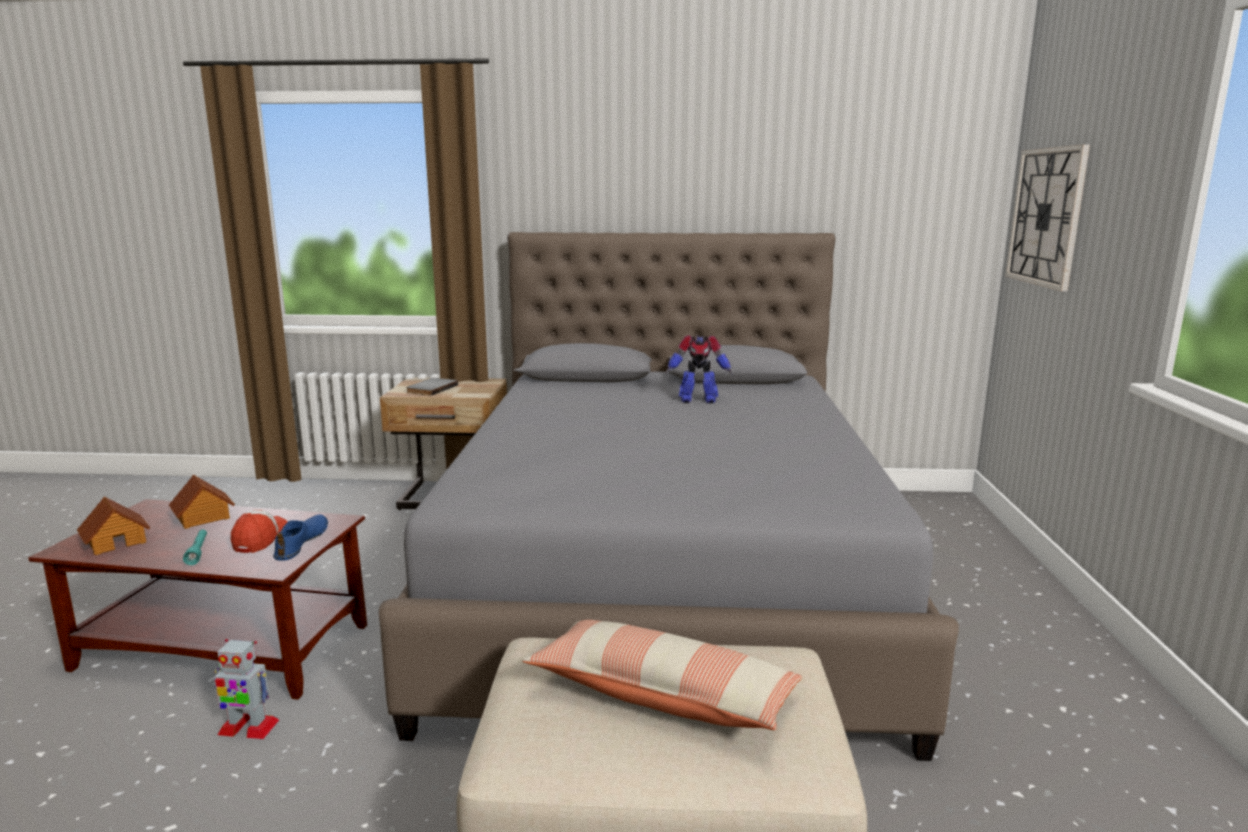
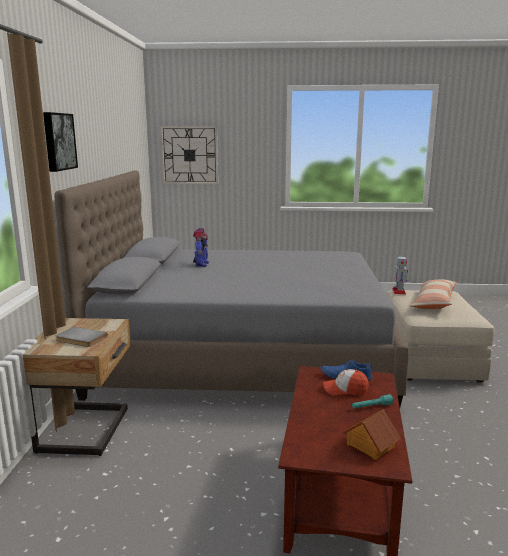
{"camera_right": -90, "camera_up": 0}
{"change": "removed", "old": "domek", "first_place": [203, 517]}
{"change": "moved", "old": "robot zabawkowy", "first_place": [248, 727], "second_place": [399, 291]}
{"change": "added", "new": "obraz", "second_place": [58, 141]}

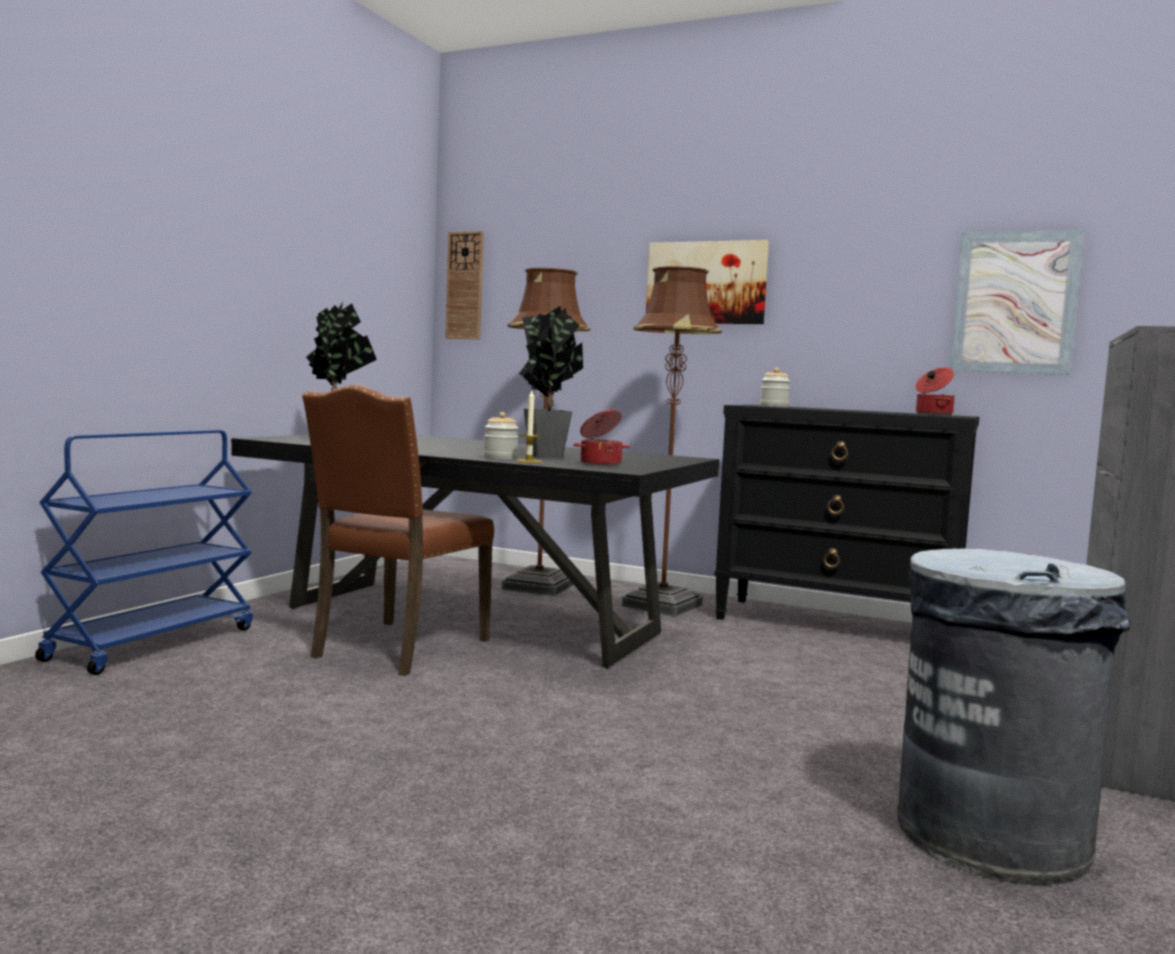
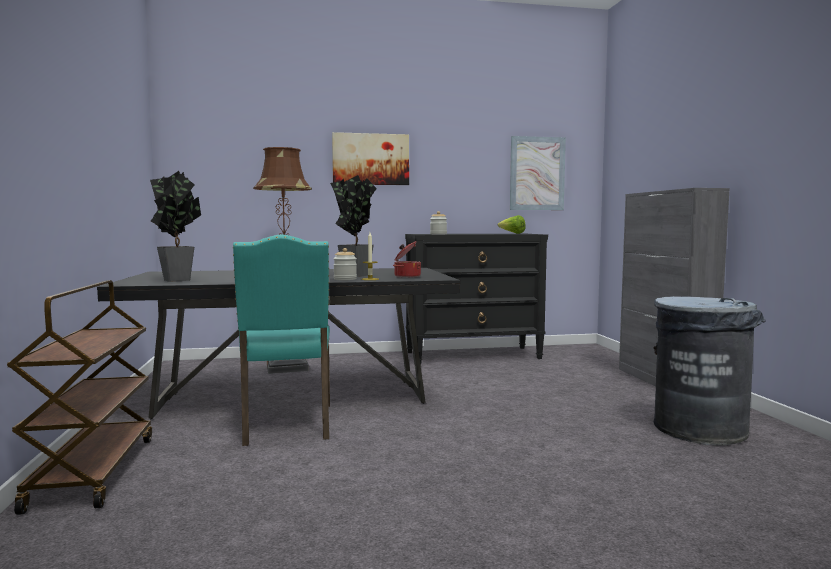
{"camera_right": -35, "camera_up": 0}
{"change": "recoloured", "old": "wózek [niebieski]", "new": "wózek [brązowy]", "first_place": [153, 643], "second_place": [93, 471]}
{"change": "recoloured", "old": "krzesło [brązowy]", "new": "krzesło [turkusowy]", "first_place": [397, 648], "second_place": [286, 424]}
{"change": "removed", "old": "zegar ścienny", "first_place": [465, 285]}
{"change": "removed", "old": "lampa stojąca [brązowy]", "first_place": [662, 605]}
{"change": "replaced", "old": "garnek", "new": "sałata", "first_place": [932, 414], "second_place": [512, 233]}

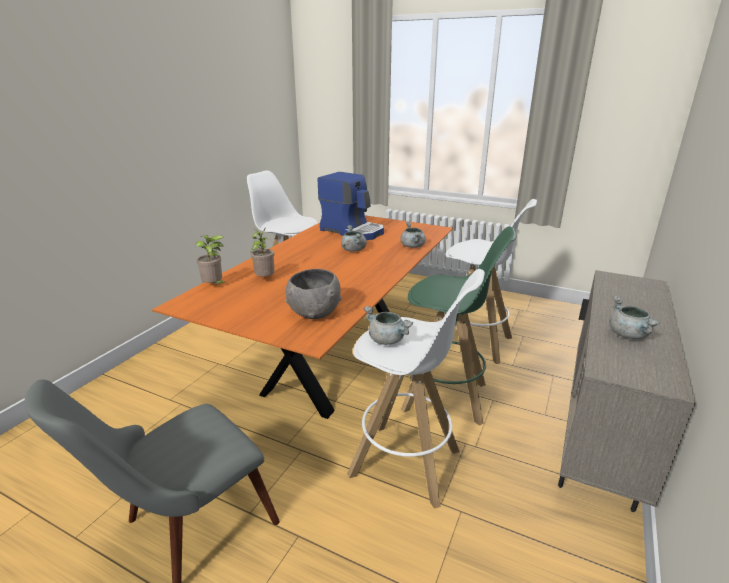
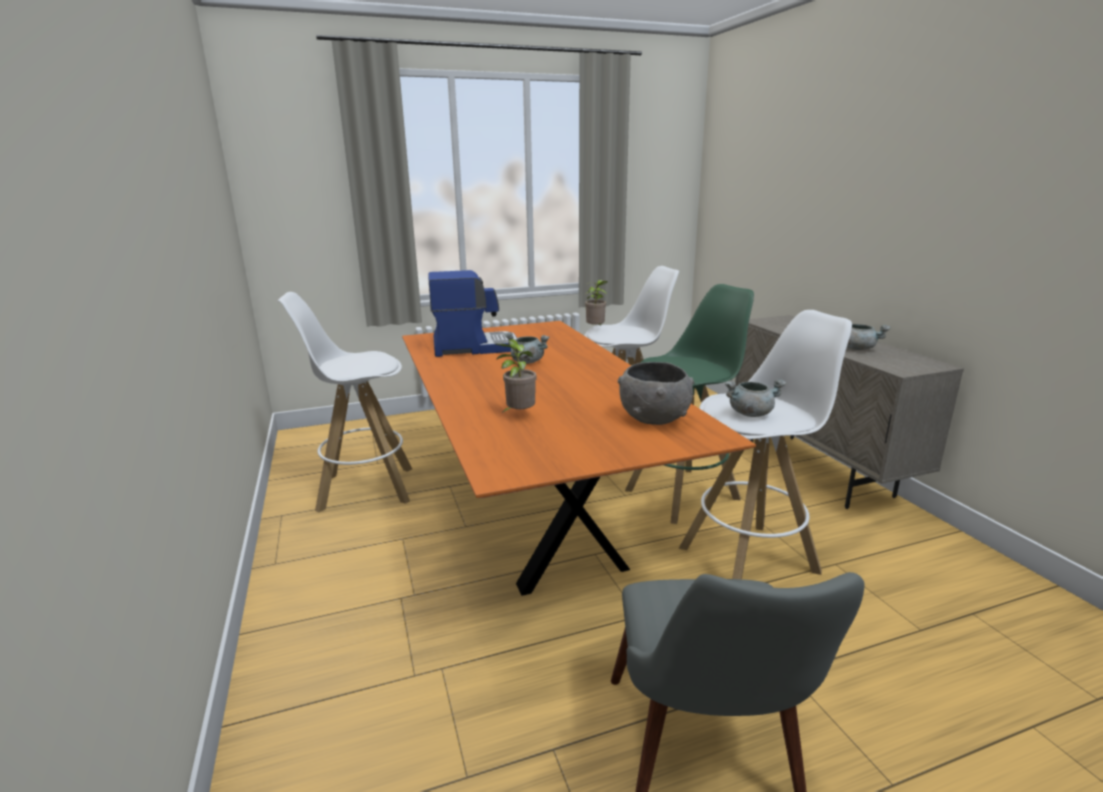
{"camera_right": -45, "camera_up": -5}
{"change": "moved", "old": "roślina doniczkowa", "first_place": [214, 286], "second_place": [596, 329]}
{"change": "removed", "old": "garnek [szary]", "first_place": [413, 246]}

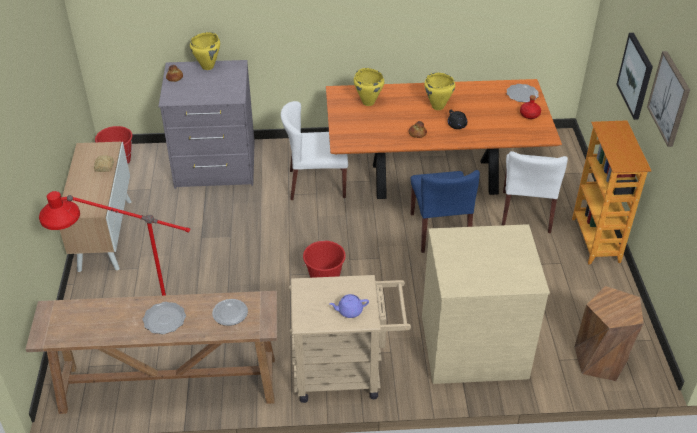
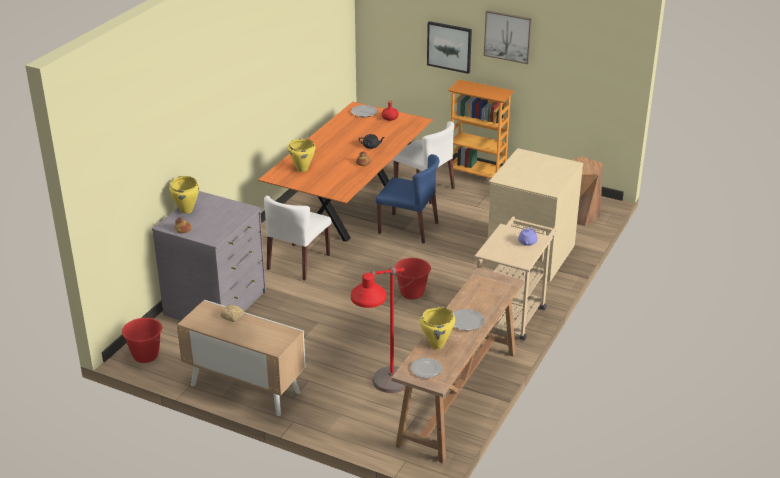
{"camera_right": -60, "camera_up": -10}
{"change": "moved", "old": "talerz", "first_place": [229, 313], "second_place": [426, 369]}
{"change": "moved", "old": "garnek [żółty]", "first_place": [438, 107], "second_place": [437, 345]}

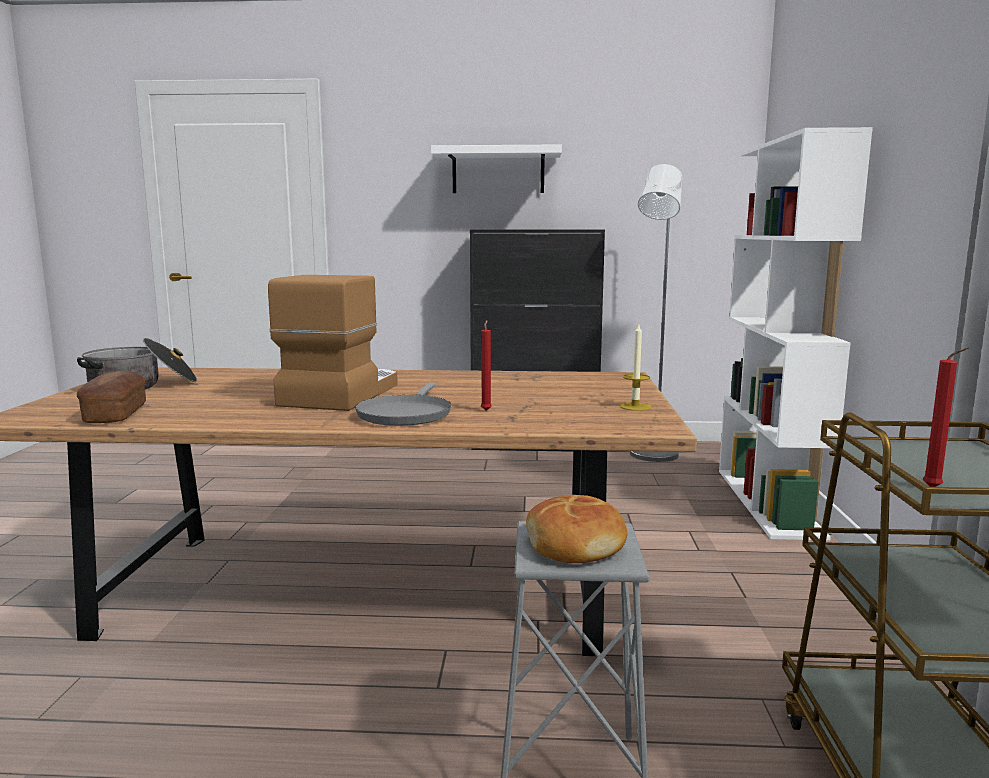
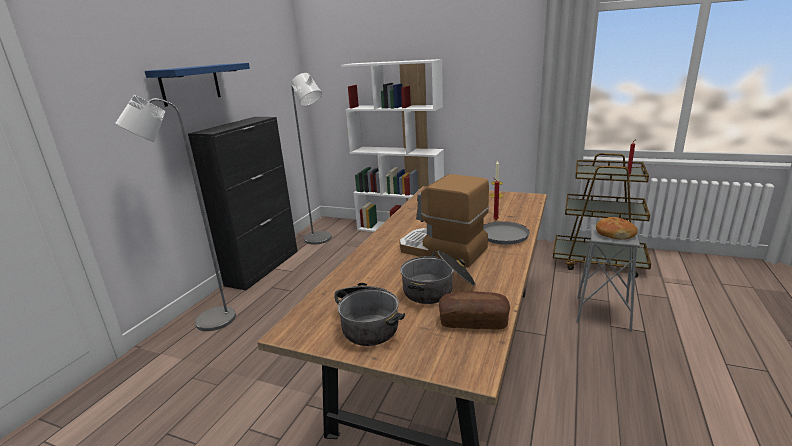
{"camera_right": -70, "camera_up": 10}
{"change": "recoloured", "old": "półka [biały]", "new": "półka [niebieski]", "first_place": [498, 171], "second_place": [190, 84]}
{"change": "added", "new": "lampa stojąca [szary]", "second_place": [207, 322]}
{"change": "added", "new": "garnek", "second_place": [438, 289]}

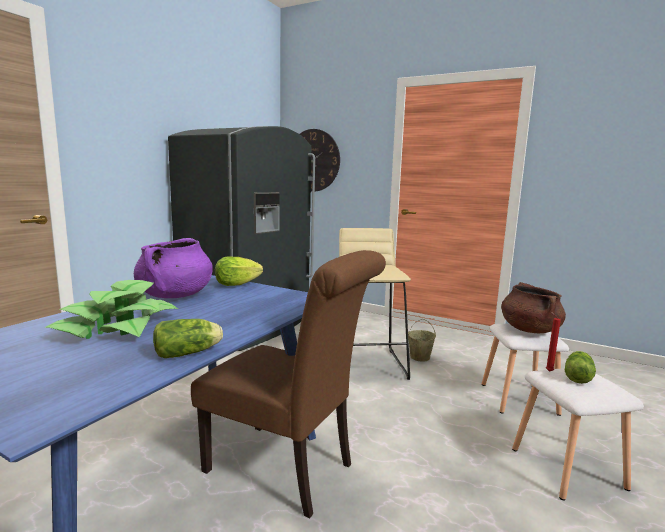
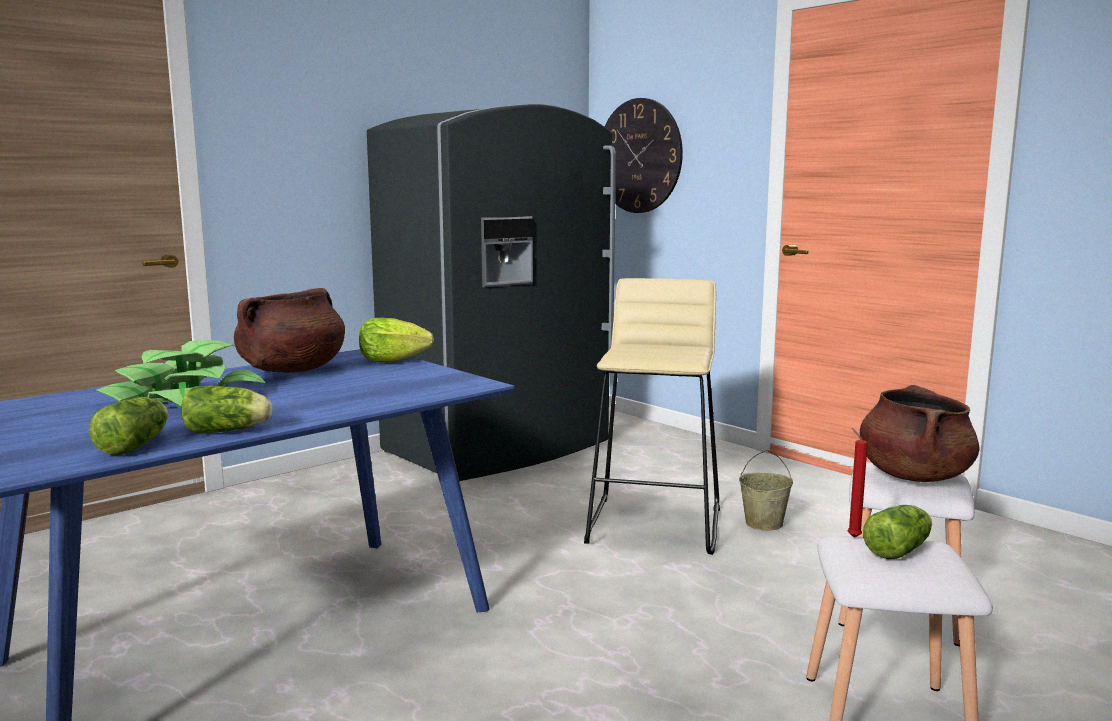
{"camera_right": 20, "camera_up": 0}
{"change": "recoloured", "old": "garnek [fioletowy]", "new": "garnek [brązowy]", "first_place": [175, 295], "second_place": [292, 370]}
{"change": "removed", "old": "krzesło [brązowy]", "first_place": [287, 470]}
{"change": "added", "new": "sałata", "second_place": [137, 445]}

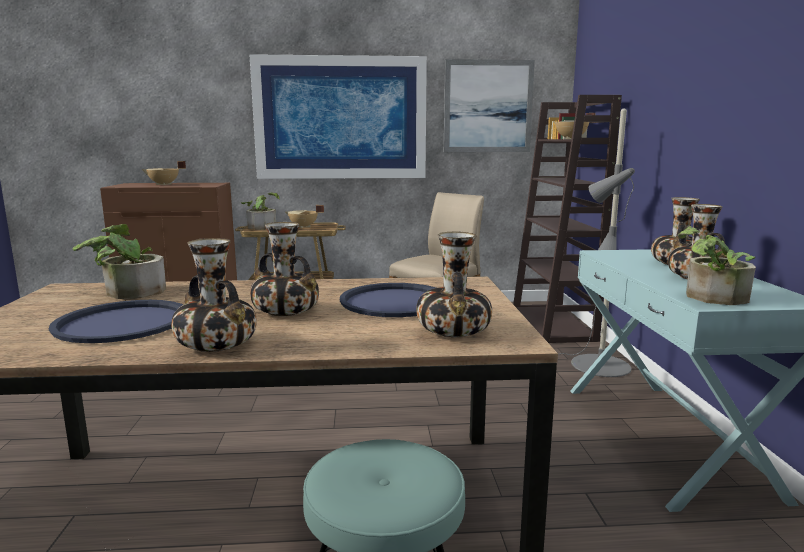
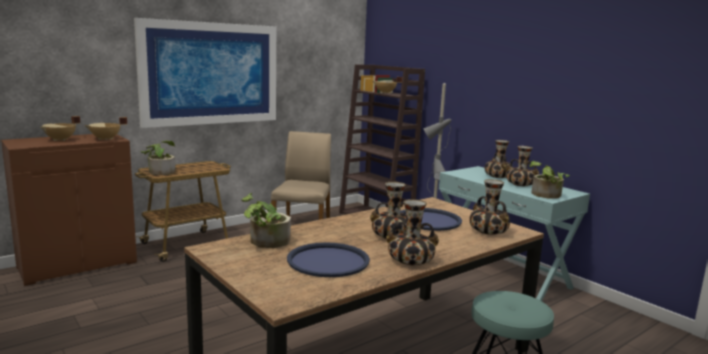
{"camera_right": -35, "camera_up": 0}
{"change": "moved", "old": "garnek [beżowy]", "first_place": [303, 227], "second_place": [106, 139]}
{"change": "removed", "old": "obraz", "first_place": [488, 106]}

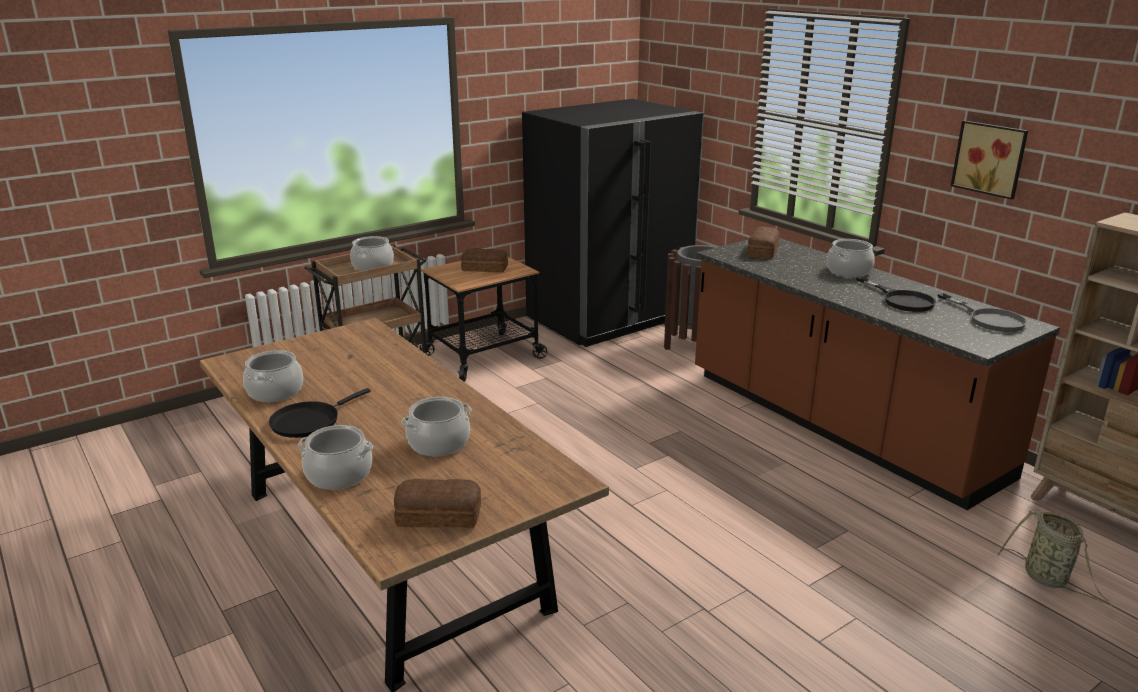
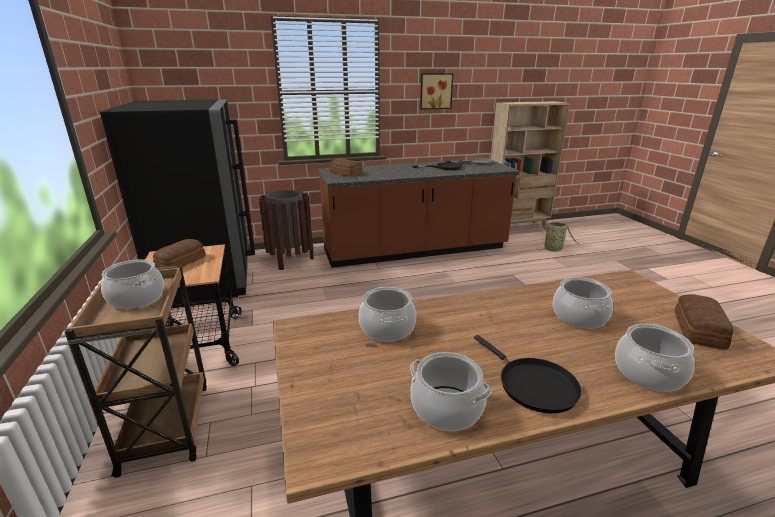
{"camera_right": -70, "camera_up": 0}
{"change": "moved", "old": "garnek", "first_place": [849, 271], "second_place": [387, 328]}

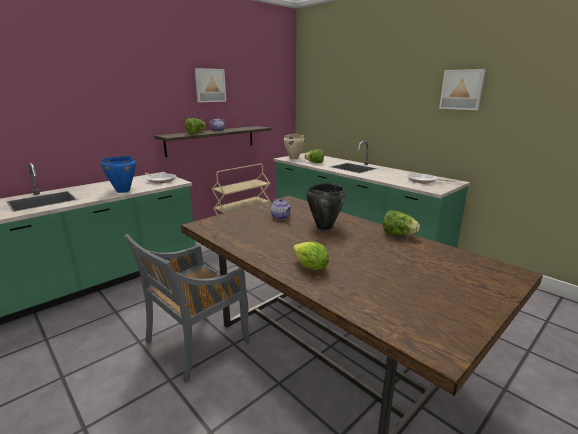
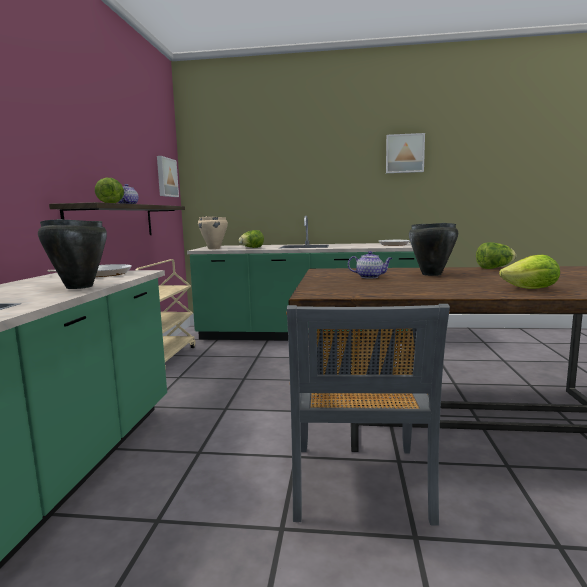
{"camera_right": -40, "camera_up": -10}
{"change": "recoloured", "old": "garnek [niebieski]", "new": "garnek [czarny]", "first_place": [122, 191], "second_place": [78, 287]}
{"change": "moved", "old": "obraz", "first_place": [210, 85], "second_place": [166, 177]}

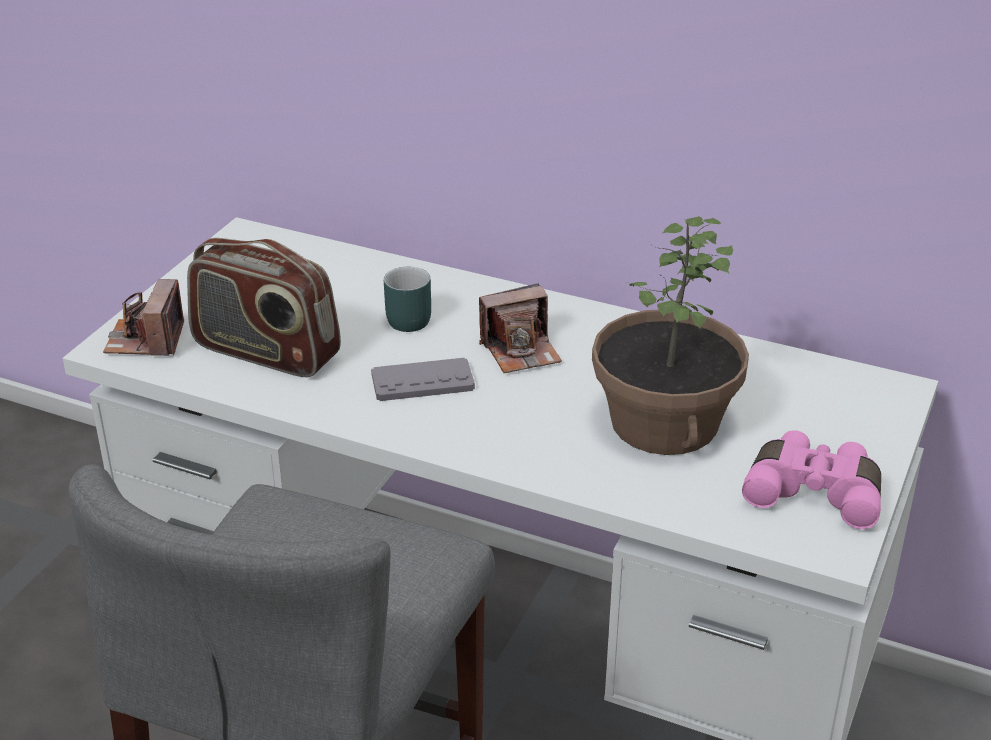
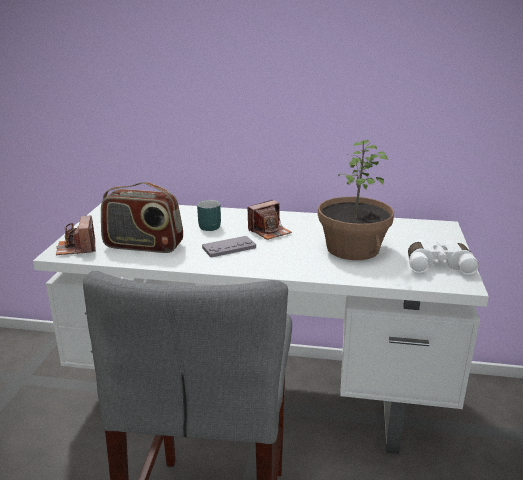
{"camera_right": -15, "camera_up": -10}
{"change": "recoloured", "old": "lornetka [różowy]", "new": "lornetka [biały]", "first_place": [814, 492], "second_place": [437, 264]}

